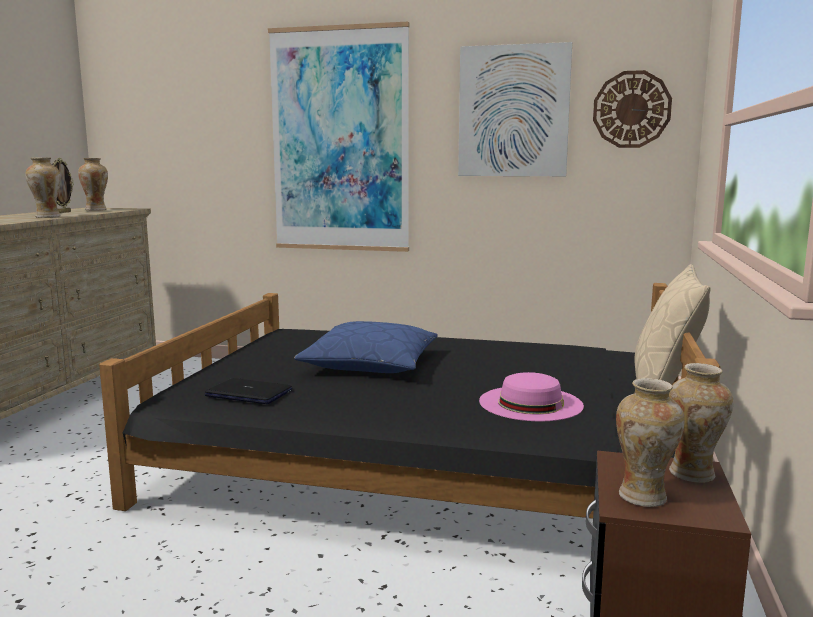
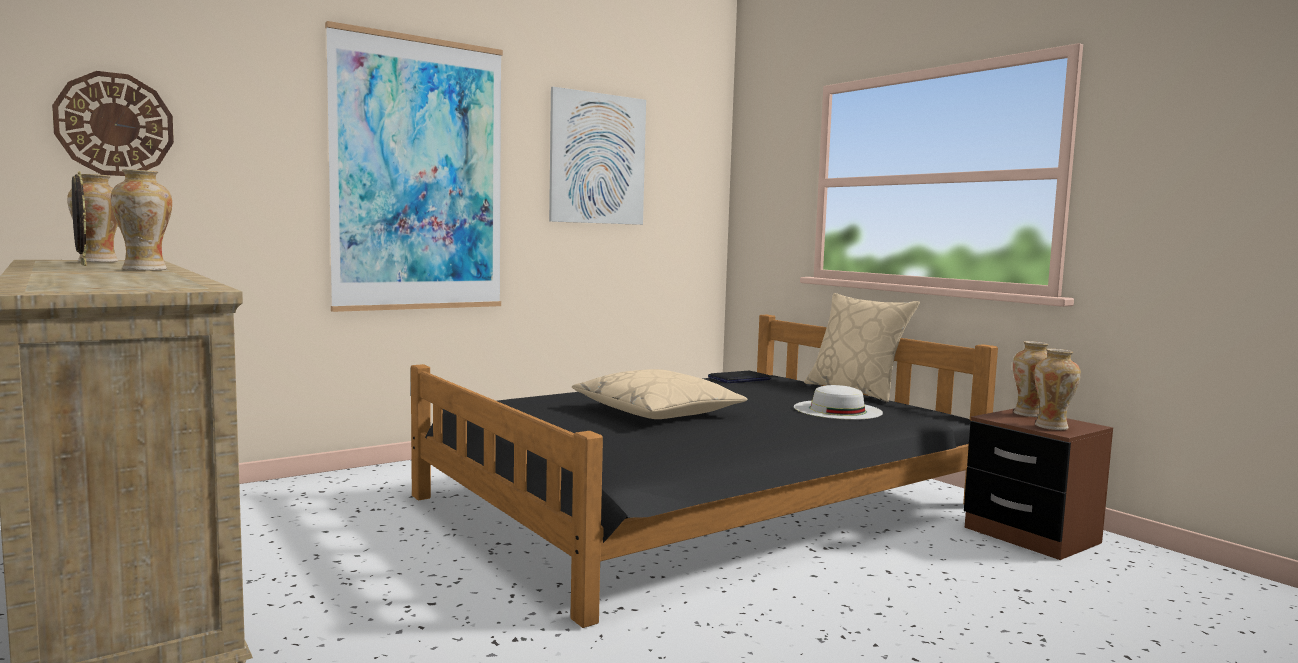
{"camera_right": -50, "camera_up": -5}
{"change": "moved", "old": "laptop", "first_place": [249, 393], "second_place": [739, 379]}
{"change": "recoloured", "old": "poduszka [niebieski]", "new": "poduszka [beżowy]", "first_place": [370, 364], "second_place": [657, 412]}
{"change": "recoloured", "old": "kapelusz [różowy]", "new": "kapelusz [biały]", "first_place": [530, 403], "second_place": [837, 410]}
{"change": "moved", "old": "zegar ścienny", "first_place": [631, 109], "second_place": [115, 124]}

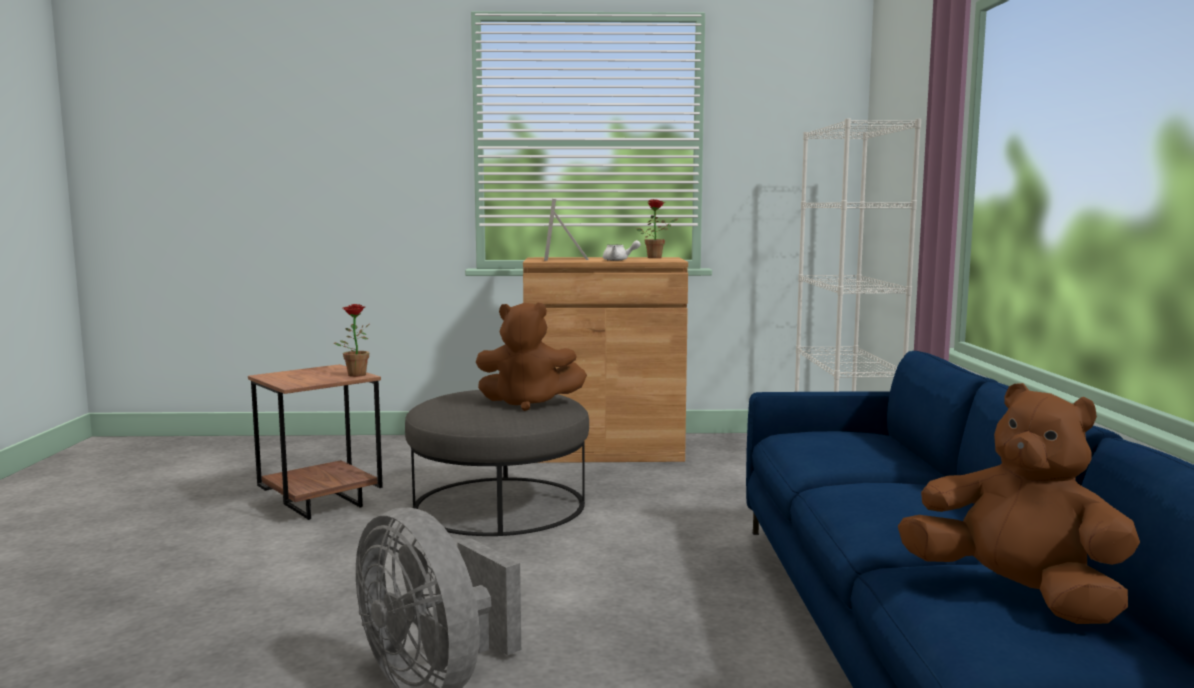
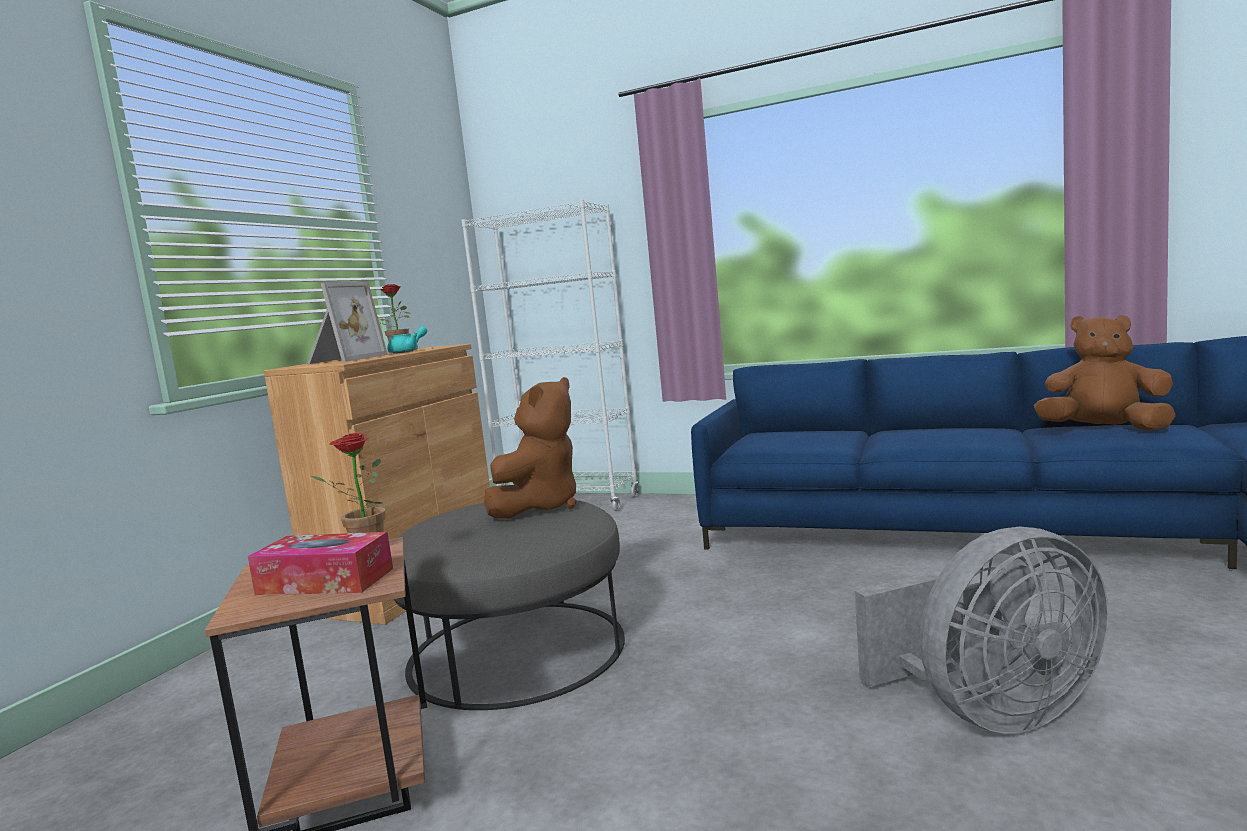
{"camera_right": -65, "camera_up": 0}
{"change": "turned", "old": "ramka na zdjęcie", "first_place": [567, 259], "second_place": [344, 360], "degrees": -90}
{"change": "recoloured", "old": "imbryk [biały]", "new": "imbryk [turkusowy]", "first_place": [619, 260], "second_place": [408, 351]}
{"change": "turned", "old": "pluszak [brązowy]", "first_place": [1016, 595], "second_place": [1103, 430], "degrees": 45}
{"change": "added", "new": "pudełko chusteczek", "second_place": [325, 581]}

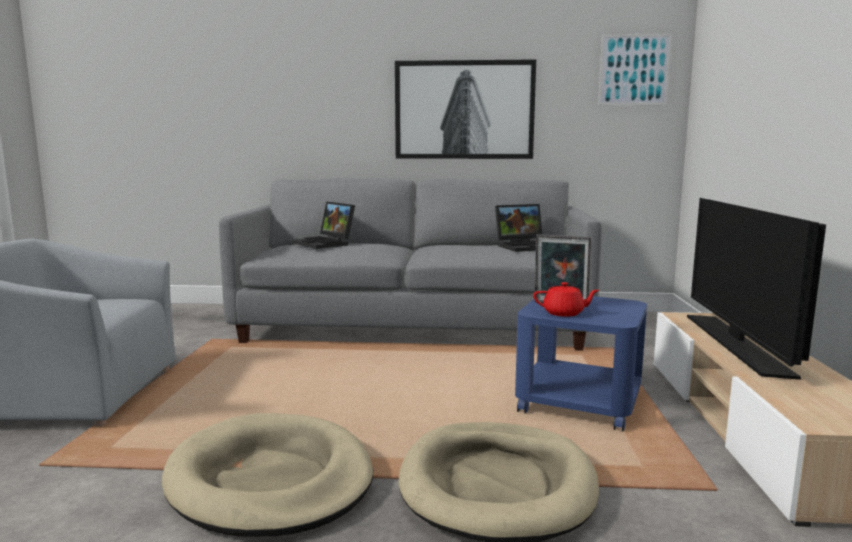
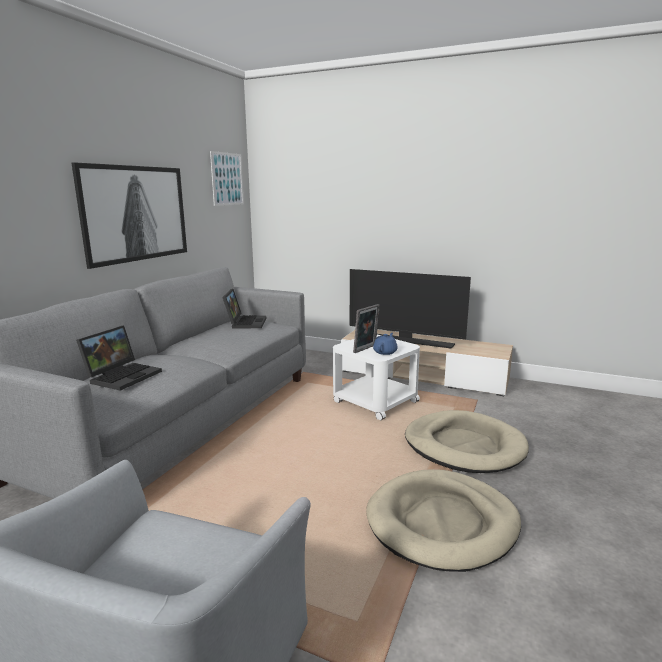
{"camera_right": -70, "camera_up": 5}
{"change": "turned", "old": "laptop", "first_place": [326, 243], "second_place": [123, 376], "degrees": -45}
{"change": "recoloured", "old": "stolik [niebieski]", "new": "stolik [biały]", "first_place": [579, 402], "second_place": [374, 401]}
{"change": "recoloured", "old": "imbryk [czerwony]", "new": "imbryk [niebieski]", "first_place": [564, 313], "second_place": [385, 352]}

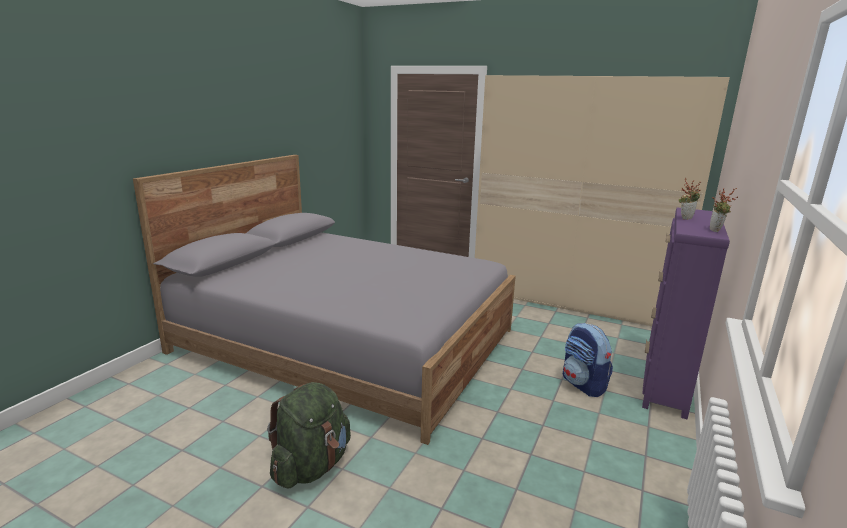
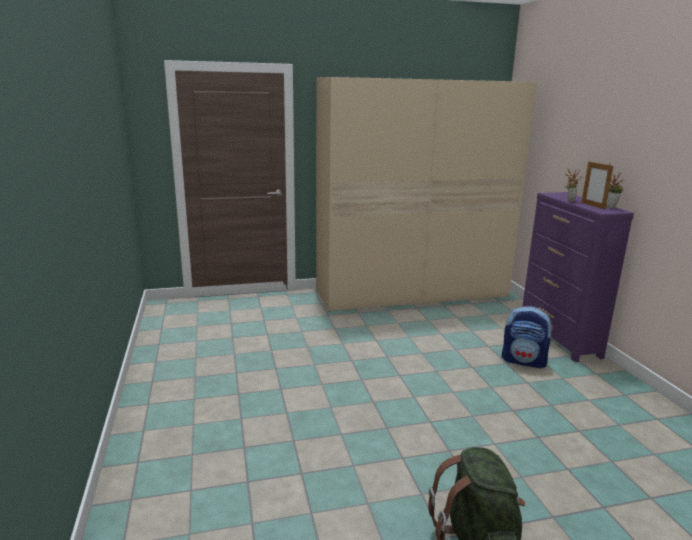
{"camera_right": -40, "camera_up": 0}
{"change": "removed", "old": "łóżko [szary]", "first_place": [346, 340]}
{"change": "added", "new": "ramka na zdjęcie", "second_place": [593, 206]}

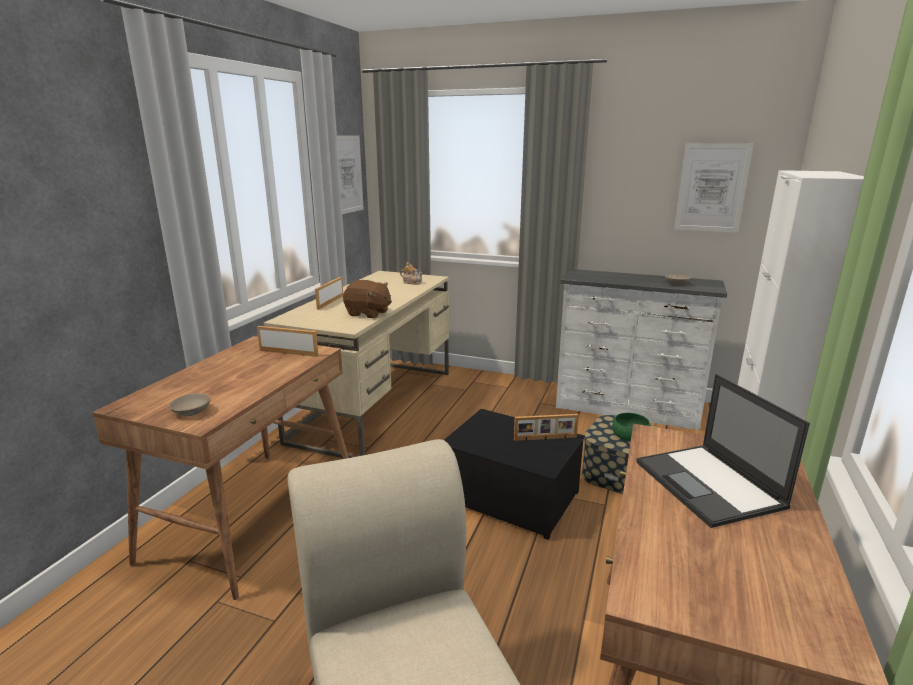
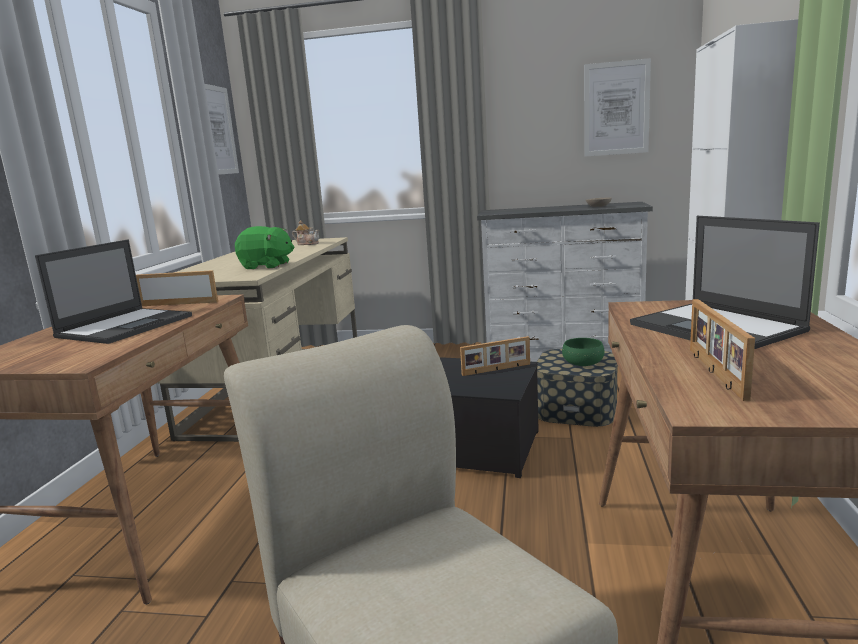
{"camera_right": -10, "camera_up": -5}
{"change": "removed", "old": "miska [beżowy]", "first_place": [193, 411]}
{"change": "moved", "old": "ramka na zdjęcie", "first_place": [330, 302], "second_place": [714, 372]}
{"change": "recoloured", "old": "pluszak [brązowy]", "new": "pluszak [zielony]", "first_place": [368, 313], "second_place": [266, 266]}
{"change": "added", "new": "laptop", "second_place": [126, 326]}

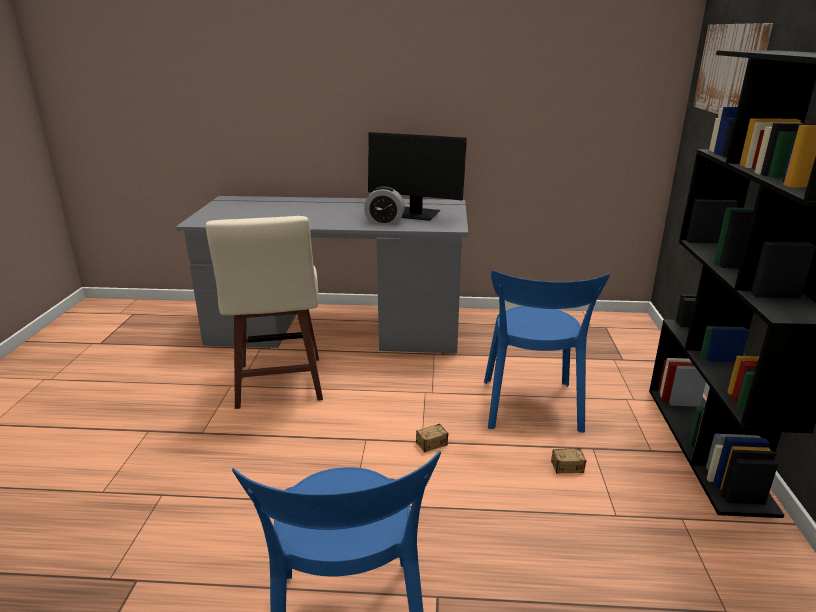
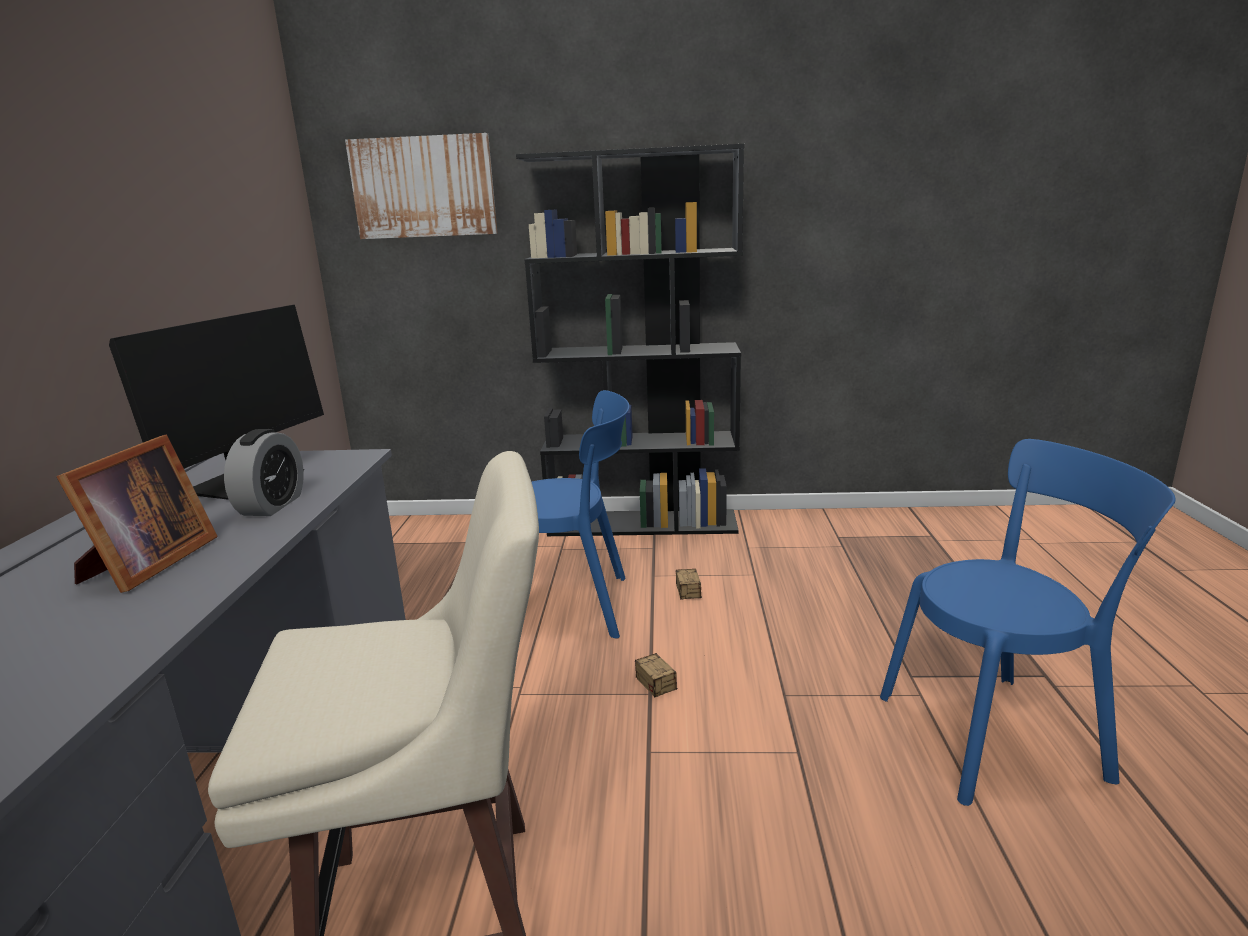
{"camera_right": -90, "camera_up": -5}
{"change": "added", "new": "ramka na zdjęcie", "second_place": [146, 565]}

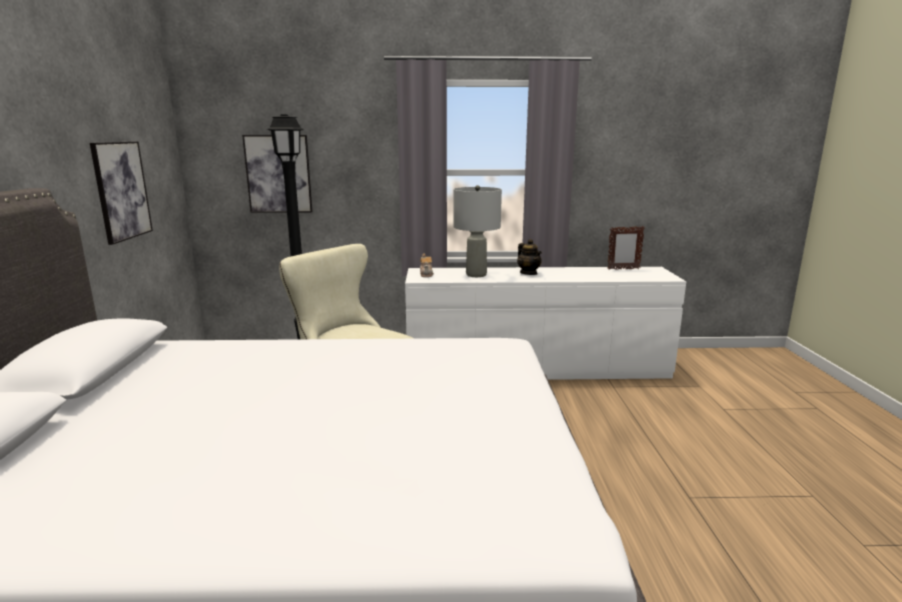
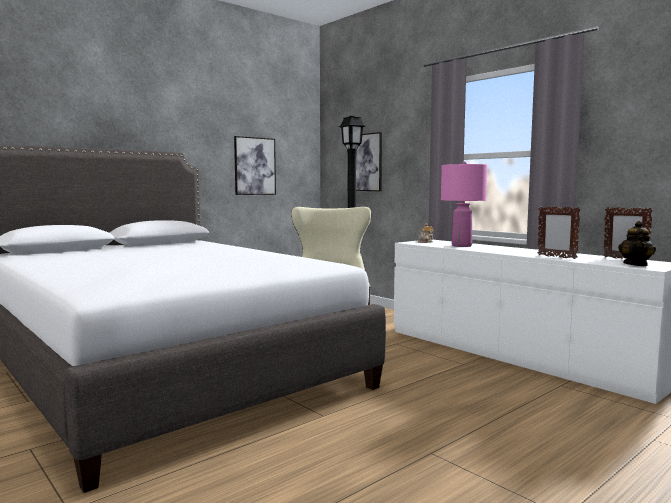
{"camera_right": 50, "camera_up": -10}
{"change": "recoloured", "old": "lampa stołowa [szary]", "new": "lampa stołowa [różowy]", "first_place": [476, 274], "second_place": [462, 246]}
{"change": "moved", "old": "imbryk", "first_place": [528, 273], "second_place": [636, 264]}
{"change": "added", "new": "ramka na zdjęcie", "second_place": [556, 257]}

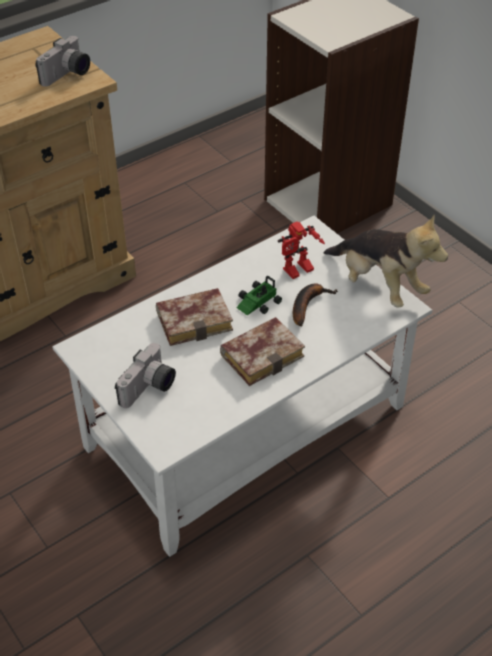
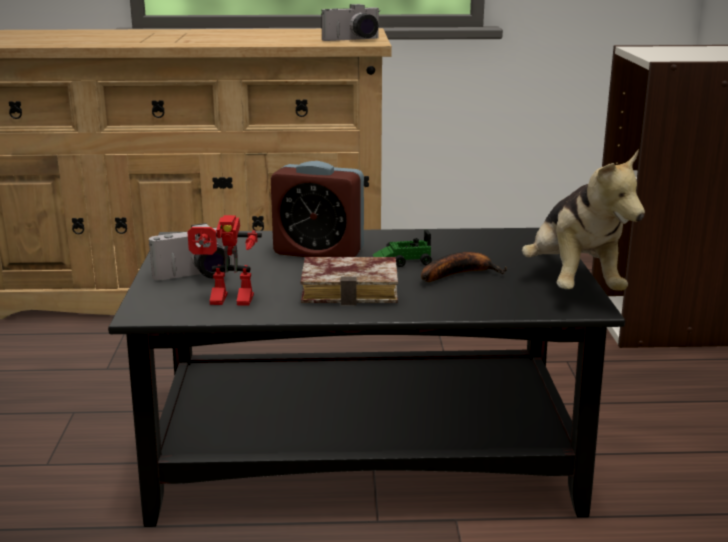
{"camera_right": 35, "camera_up": -25}
{"change": "recoloured", "old": "ława [biały]", "new": "ława [czarny]", "first_place": [247, 425], "second_place": [367, 456]}
{"change": "replaced", "old": "książka", "new": "budzik", "first_place": [196, 320], "second_place": [318, 252]}
{"change": "moved", "old": "robot zabawkowy", "first_place": [298, 272], "second_place": [227, 302]}

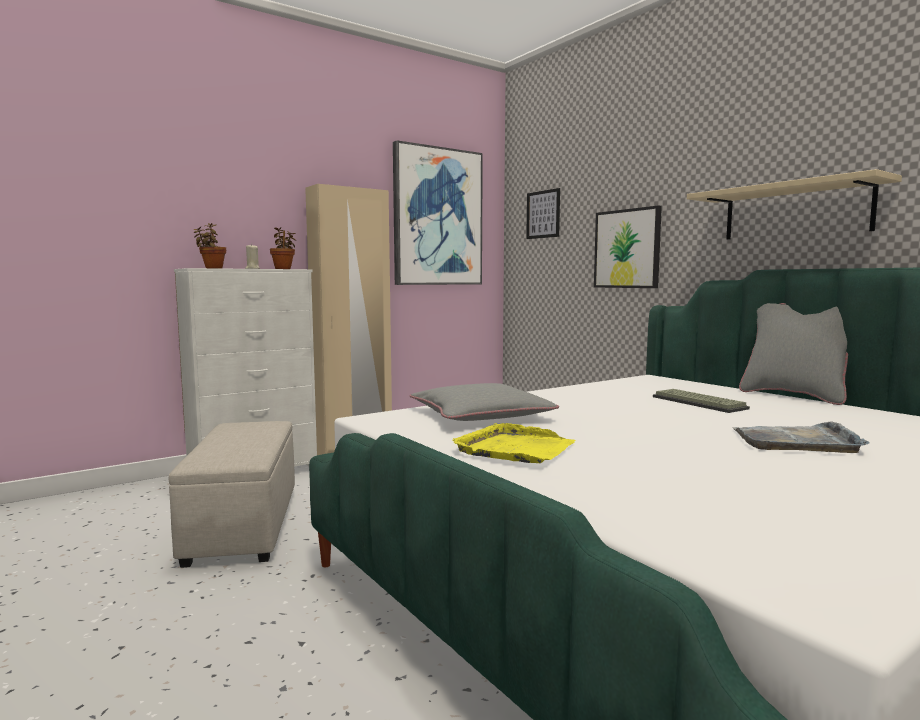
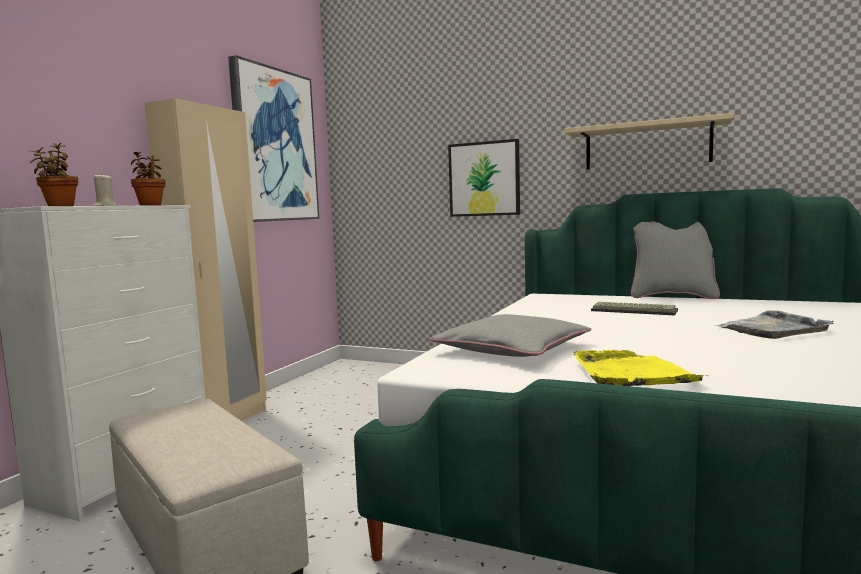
{"camera_right": -30, "camera_up": 0}
{"change": "removed", "old": "obraz", "first_place": [543, 214]}

